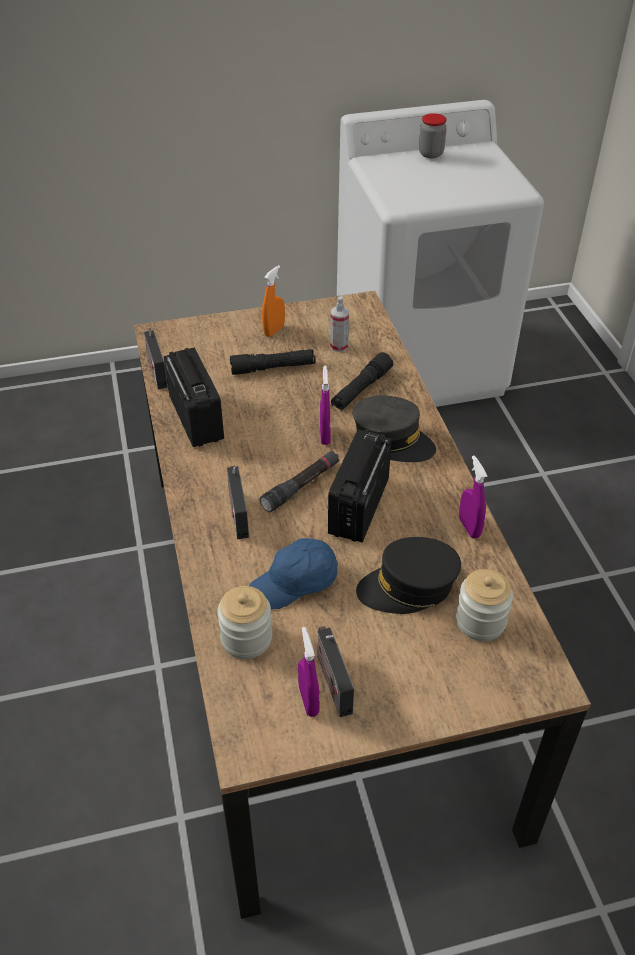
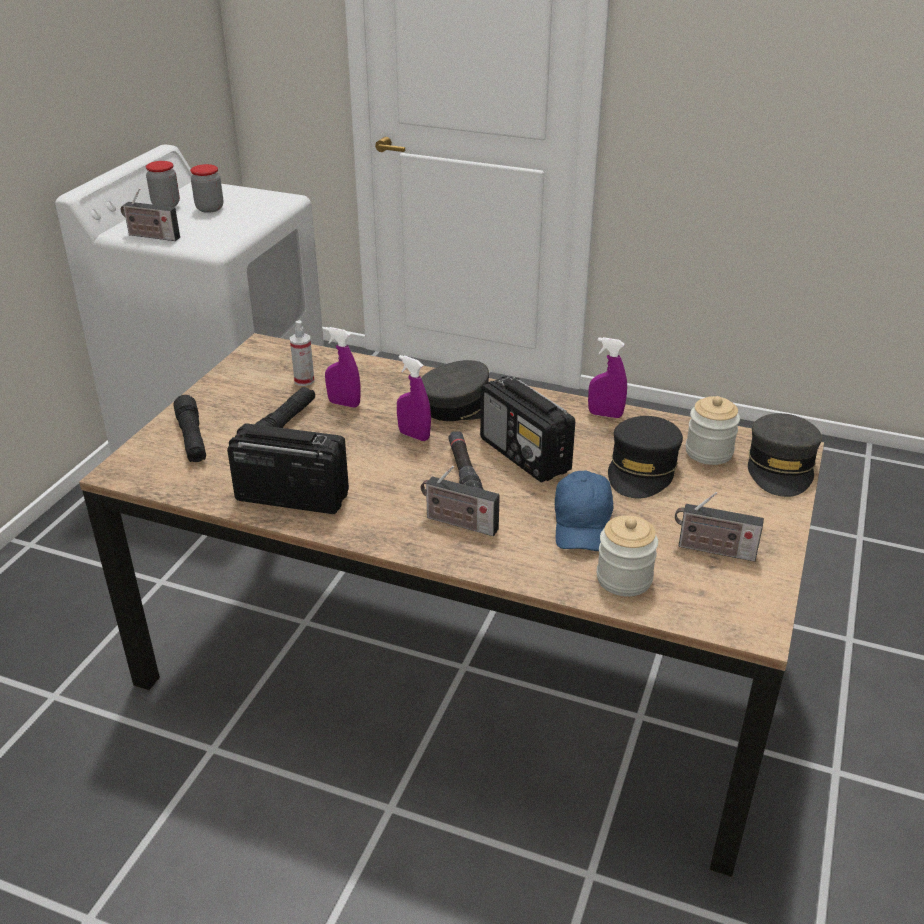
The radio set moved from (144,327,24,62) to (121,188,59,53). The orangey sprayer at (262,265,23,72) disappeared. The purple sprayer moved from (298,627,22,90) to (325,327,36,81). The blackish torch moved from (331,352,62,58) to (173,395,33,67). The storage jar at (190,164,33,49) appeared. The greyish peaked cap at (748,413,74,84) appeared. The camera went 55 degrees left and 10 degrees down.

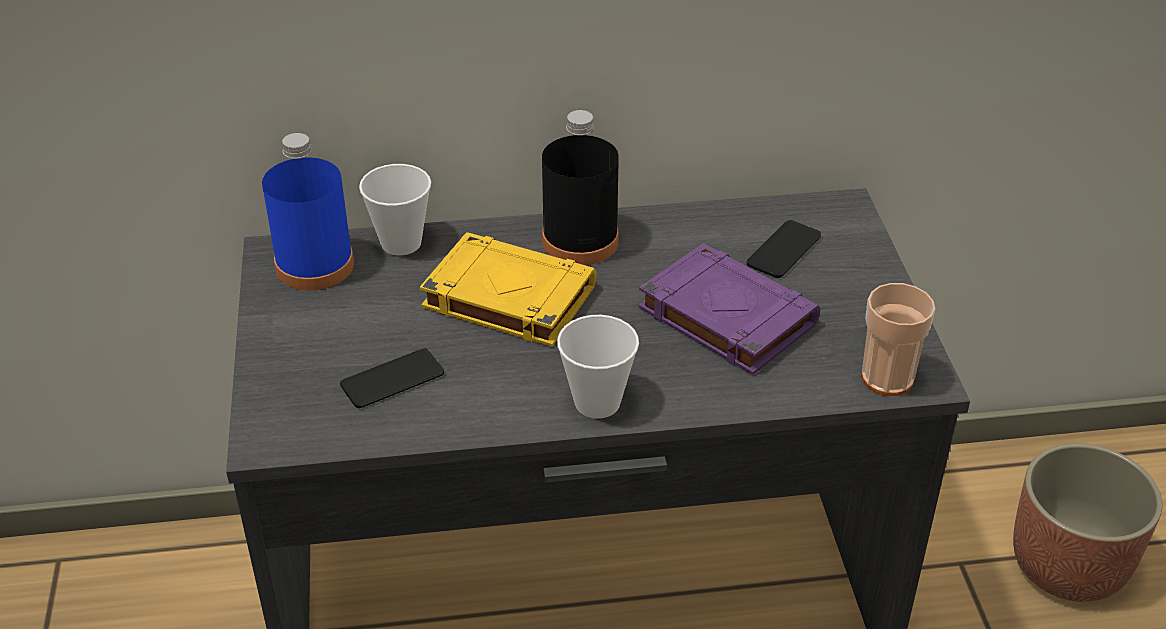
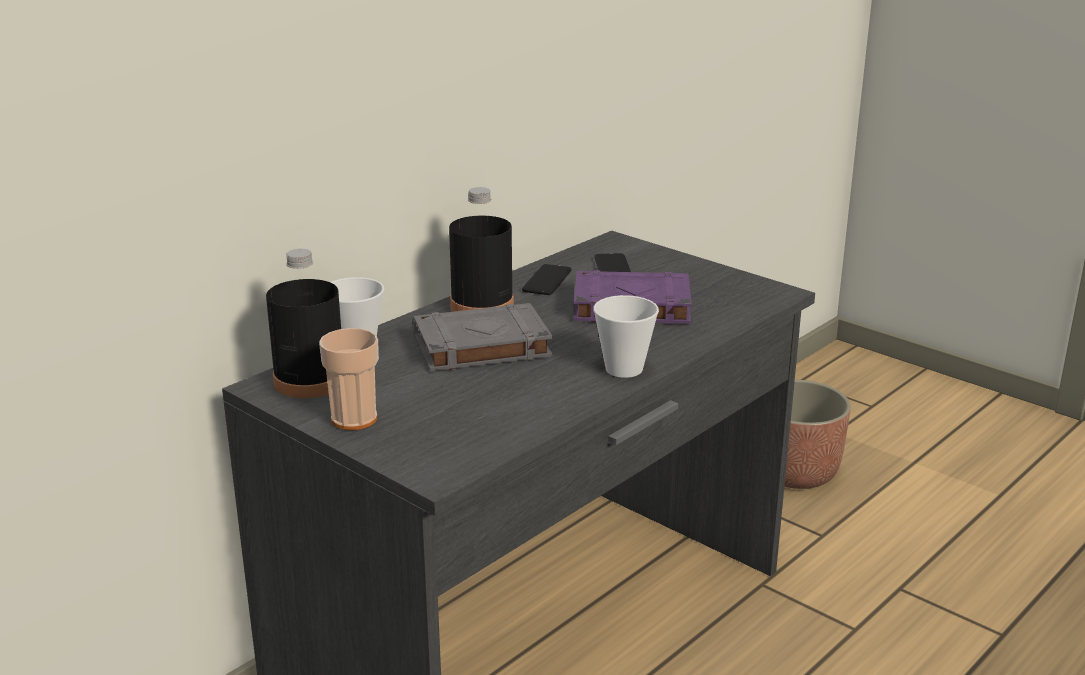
The bluish beverage bottle at (262,133,92,157) became the blackish beverage bottle at (266,249,75,149). The handset moved from (340,348,104,60) to (522,264,49,31). The yellow book at (420,232,177,115) became the greyish book at (413,303,140,68). The small cup moved from (861,283,75,113) to (319,328,60,102). The camera went 40 degrees left and 15 degrees down.

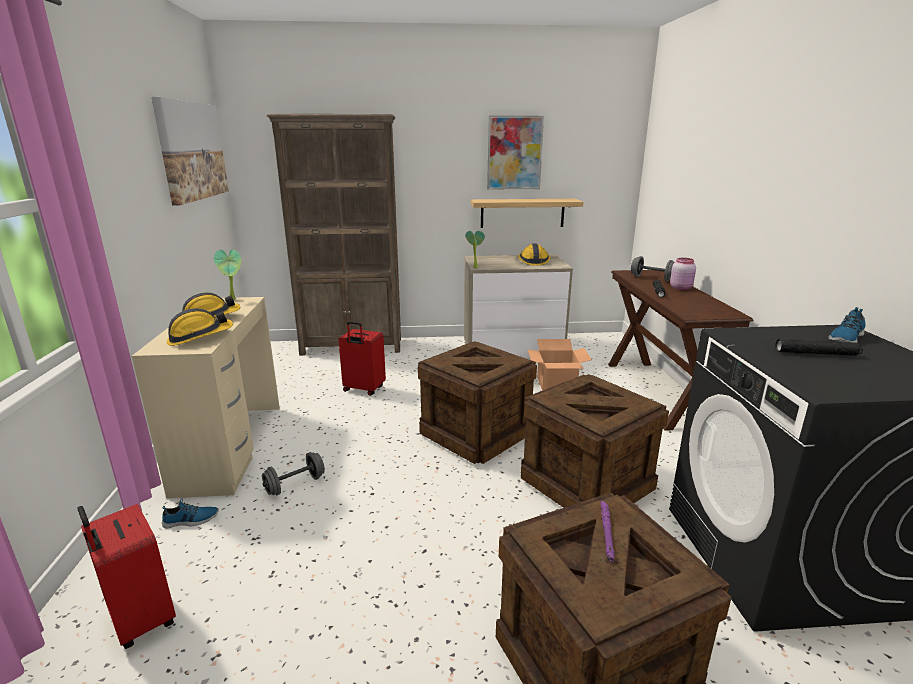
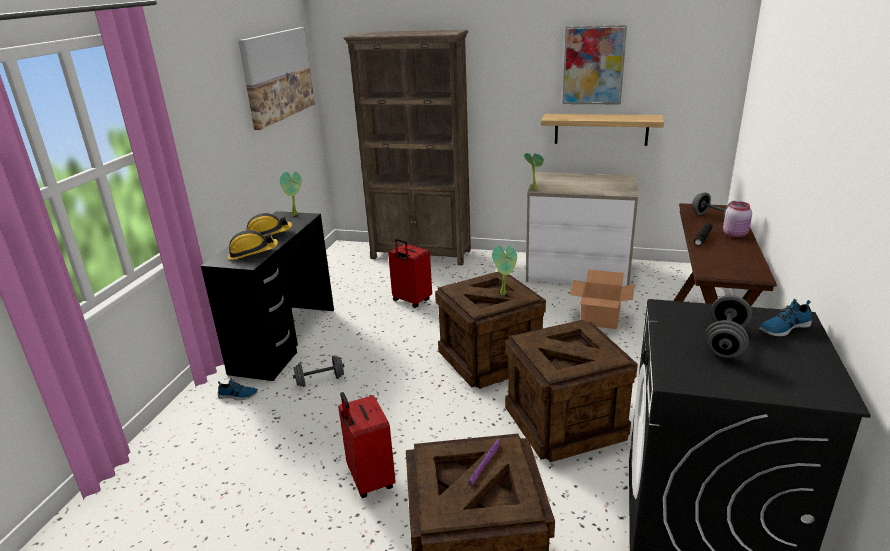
The red-coloured suitcase moved from (78,504,98,145) to (338,392,58,106). The beige-coloured desk at (132,297,148,201) became the blackish desk at (201,211,133,170). The work helmet at (518,243,32,23) disappeared. The blackish torch at (775,339,88,17) was replaced by the greyish dumbbell at (705,295,47,63). The potted plant at (492,245,25,50) appeared. The camera went 20 degrees right and 5 degrees up.

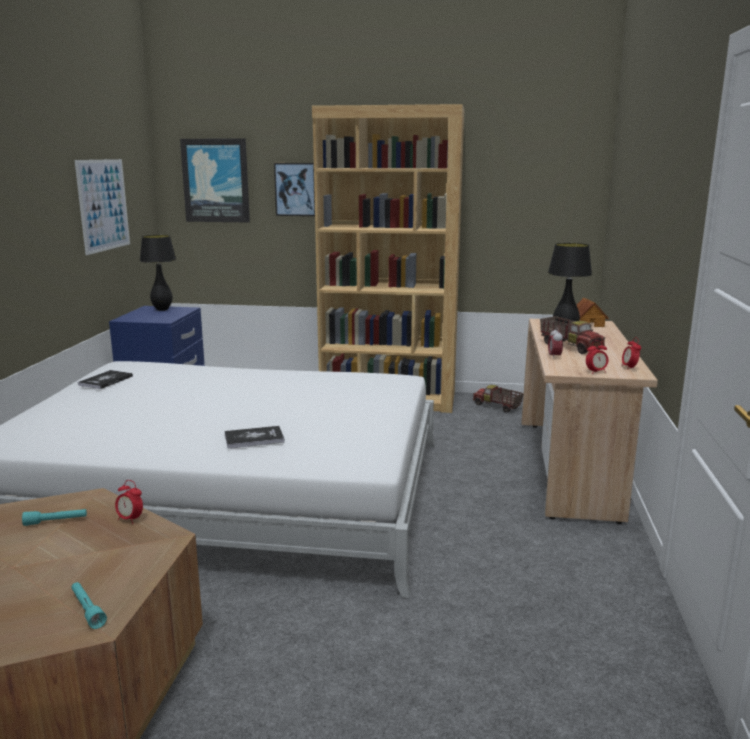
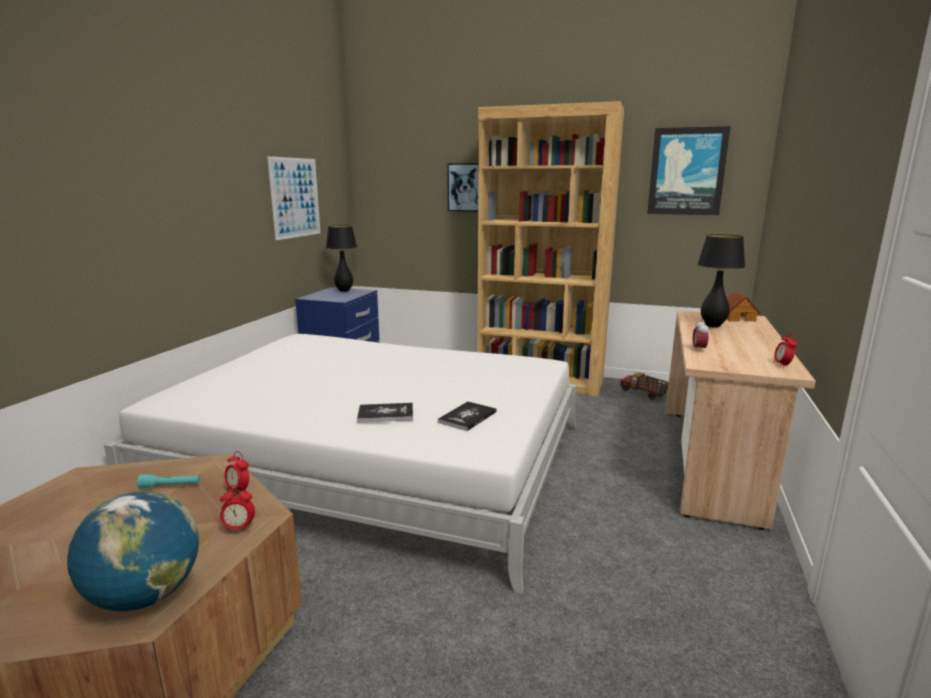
The blue-green torch at (71,582,36,47) was replaced by the globe at (67,491,132,120). The book moved from (78,370,55,19) to (438,401,59,30). The wall picture moved from (180,139,70,83) to (647,126,84,89). The toy lorry at (540,316,65,38) disappeared. The bedside clock moved from (586,340,22,34) to (220,485,35,49). The camera went 10 degrees right and 0 degrees up.

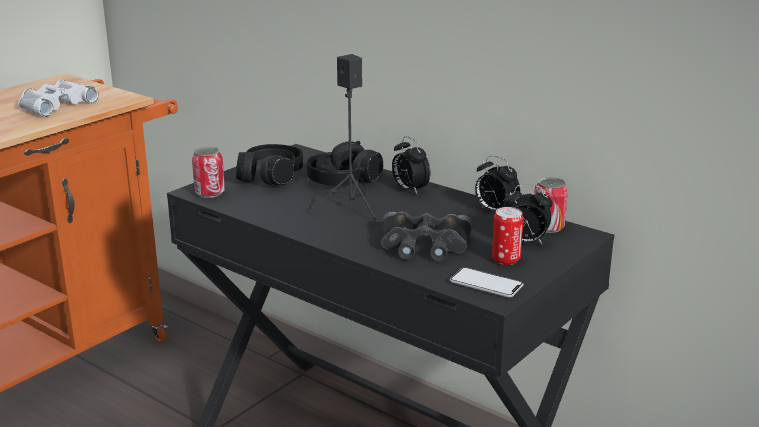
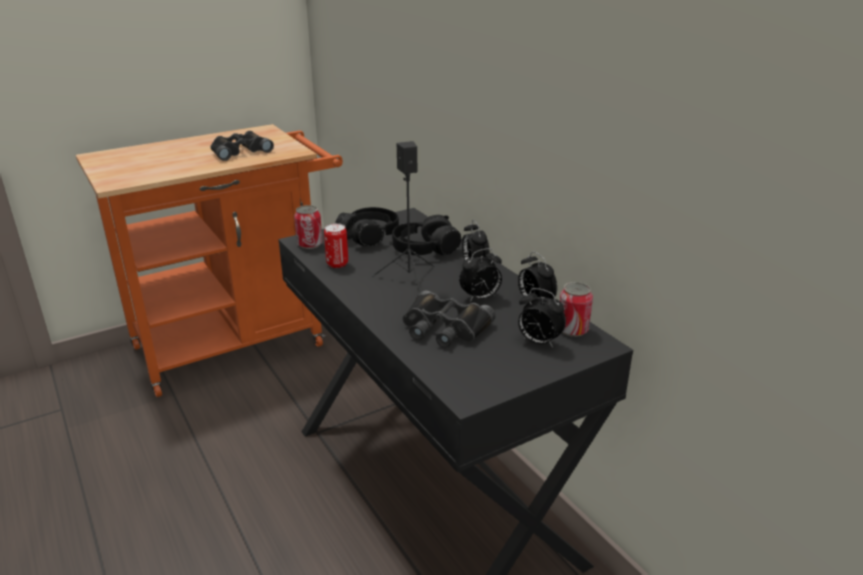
The white field glasses at (18,80,80,37) became the blackish field glasses at (210,131,64,30). The handset at (450,267,74,30) disappeared. The metal can moved from (492,207,31,58) to (324,223,24,45). The bedside clock at (459,248,43,54) appeared. The camera went 20 degrees right and 5 degrees up.

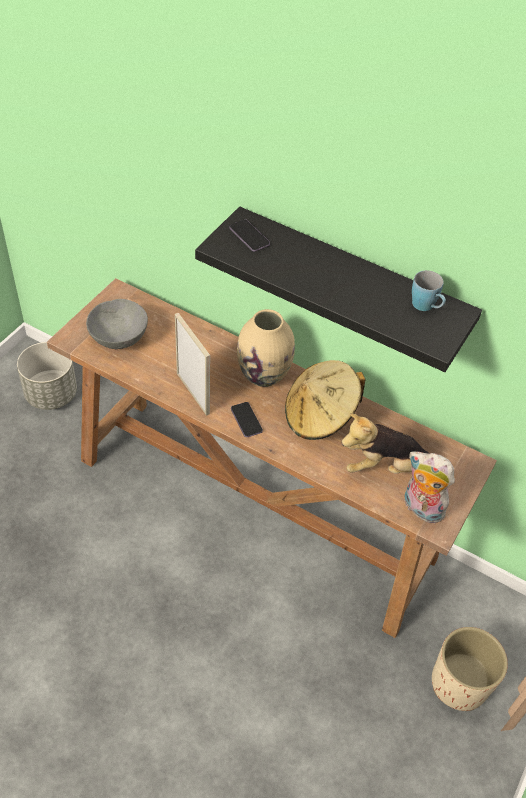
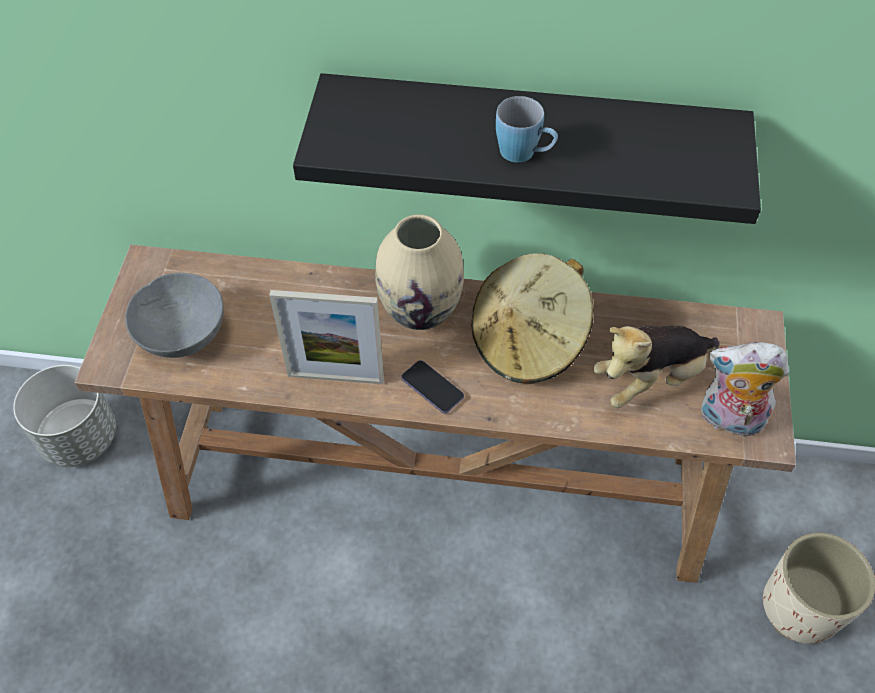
The picture frame at (175,313,35,103) turned 150 degrees clockwise. The handset at (230,219,40,33) disappeared. The bluish tea mug moved from (412,270,34,41) to (496,96,62,67). The camera went 20 degrees left and 5 degrees up.

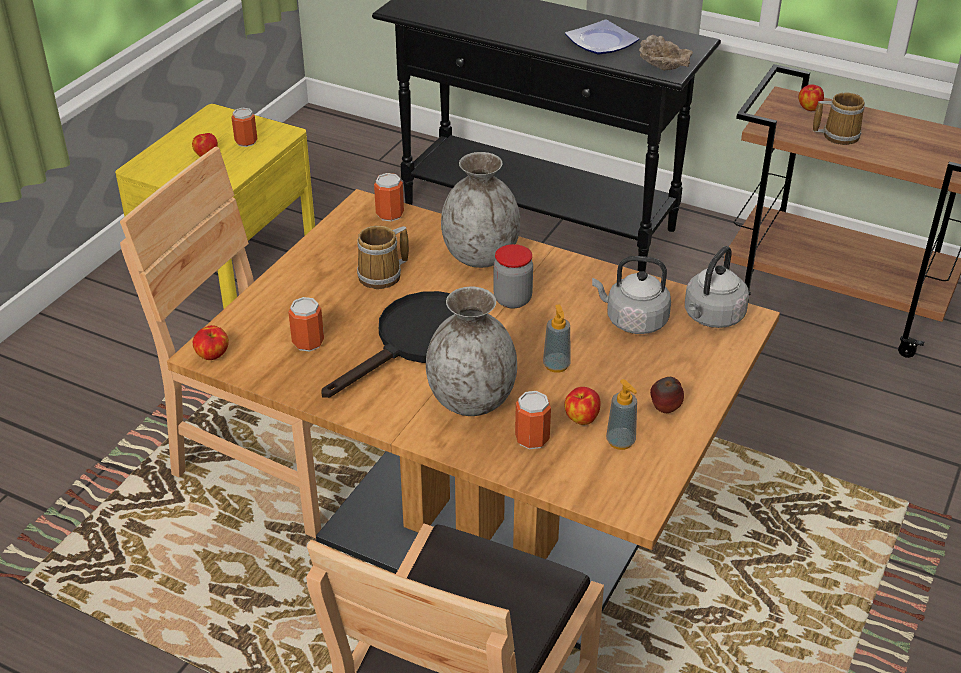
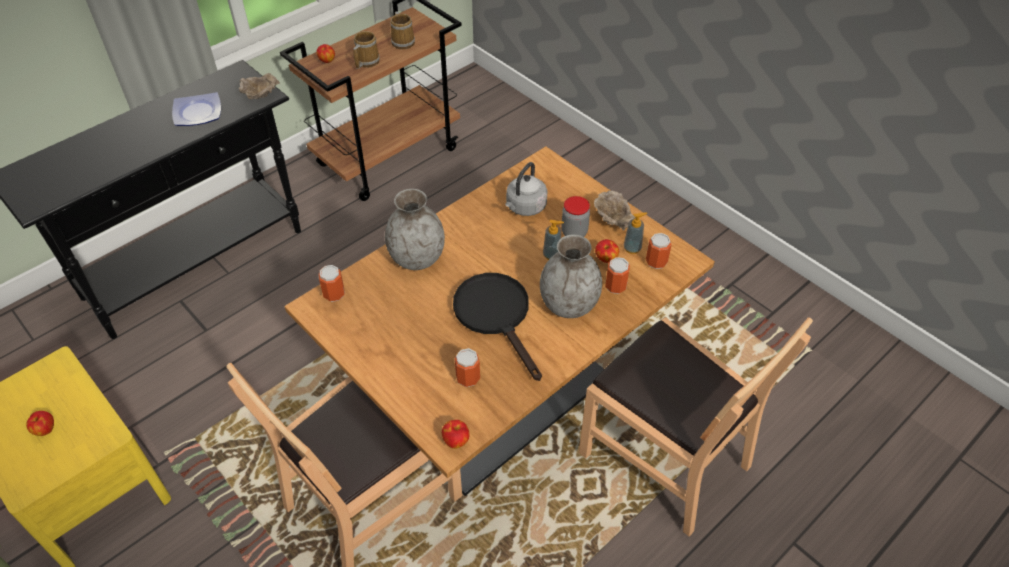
The metal can moved from (231,108,26,39) to (646,233,26,36). The tea mug moved from (357,225,52,64) to (390,11,25,39). The storage jar moved from (493,244,40,65) to (561,196,29,41). The whole apple at (650,377,34,36) was replaced by the beige-coloured bowl at (594,191,41,40). The greyish water kettle at (685,246,64,82) disappeared. The camera went 70 degrees left and 10 degrees up.

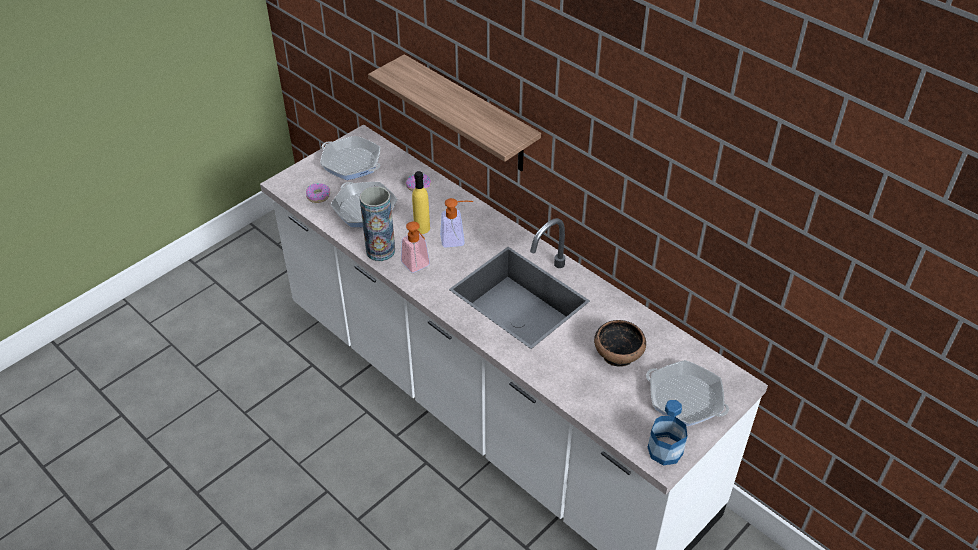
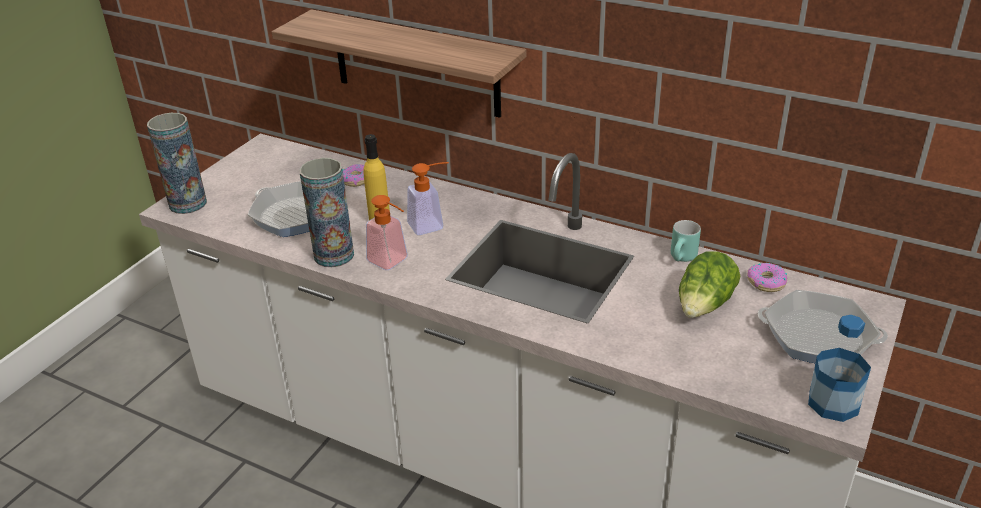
The donut moved from (306,183,24,20) to (747,263,40,29). The frying pan at (320,136,60,44) disappeared. The bowl at (594,320,52,47) was replaced by the lettuce at (679,251,61,67). The flower vase at (147,113,60,101) appeared. The blue-green tea mug at (671,220,30,42) appeared. The camera went 15 degrees left and 10 degrees down.

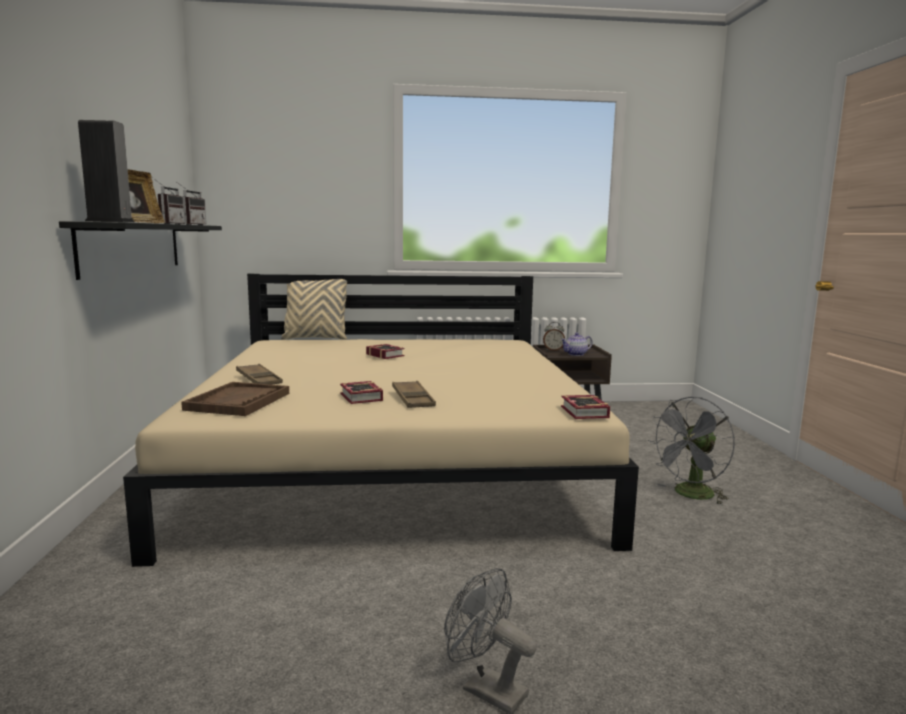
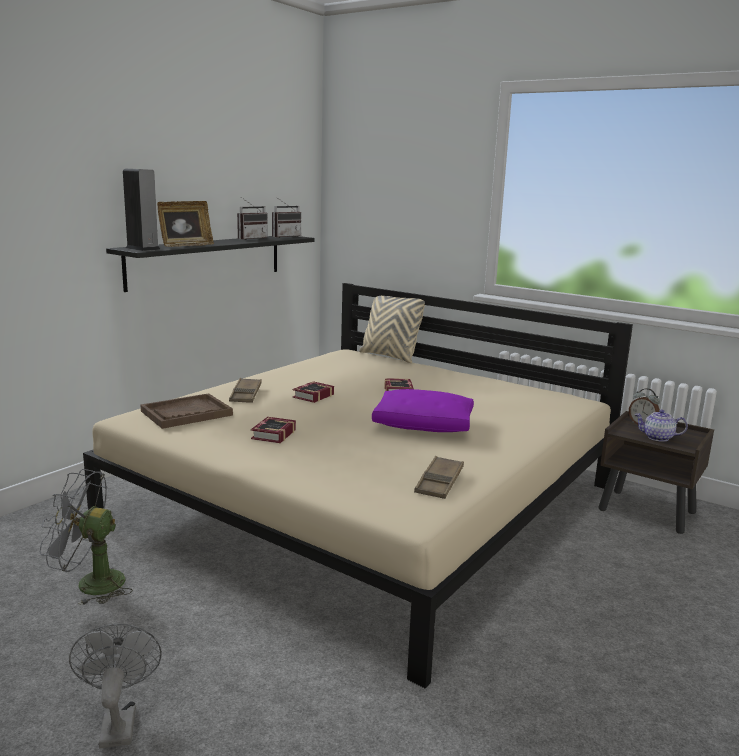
The brown-coloured carrying tray moved from (392,381,44,27) to (414,456,50,43). The book moved from (561,395,49,24) to (292,381,42,22). The greyish fan moved from (648,396,87,109) to (40,469,93,136). The purple cushion at (372,389,102,43) appeared. The camera went 40 degrees right and 5 degrees up.

